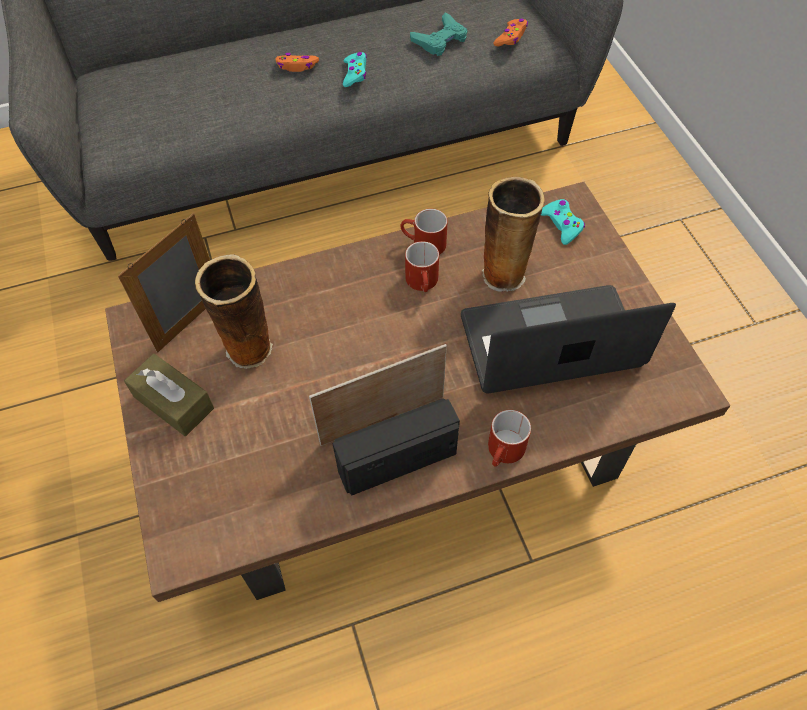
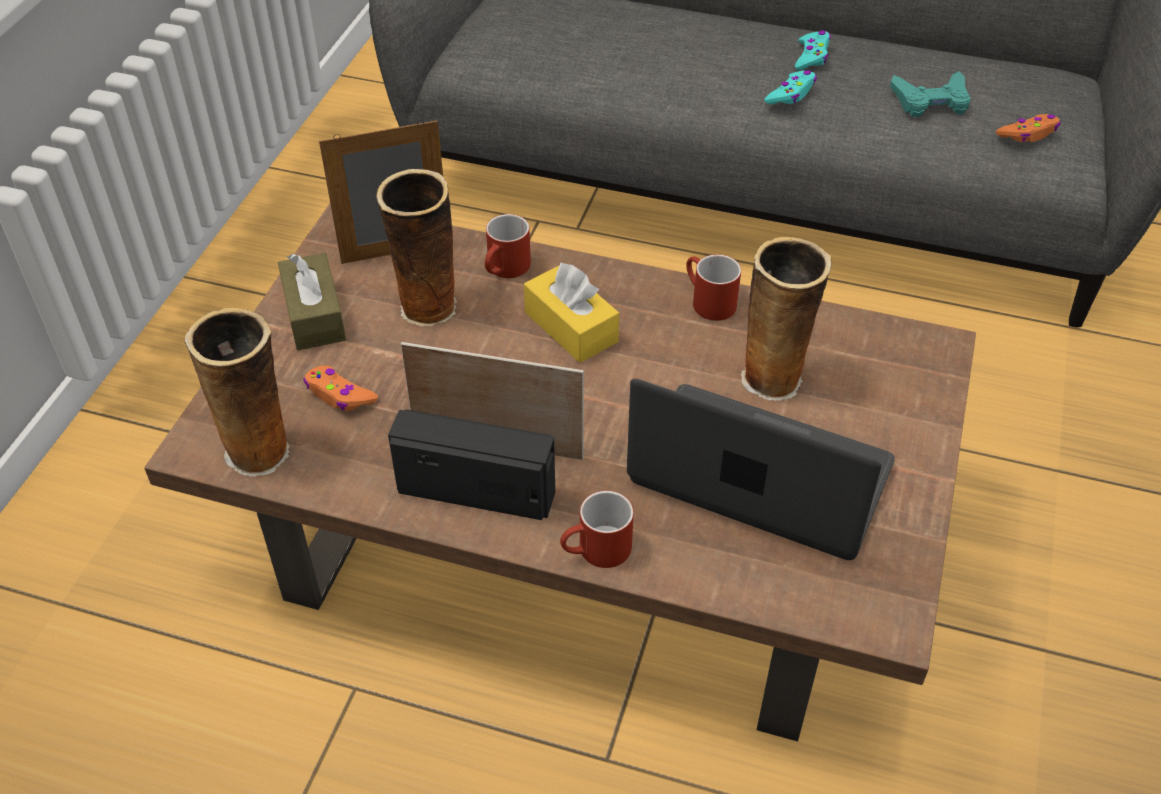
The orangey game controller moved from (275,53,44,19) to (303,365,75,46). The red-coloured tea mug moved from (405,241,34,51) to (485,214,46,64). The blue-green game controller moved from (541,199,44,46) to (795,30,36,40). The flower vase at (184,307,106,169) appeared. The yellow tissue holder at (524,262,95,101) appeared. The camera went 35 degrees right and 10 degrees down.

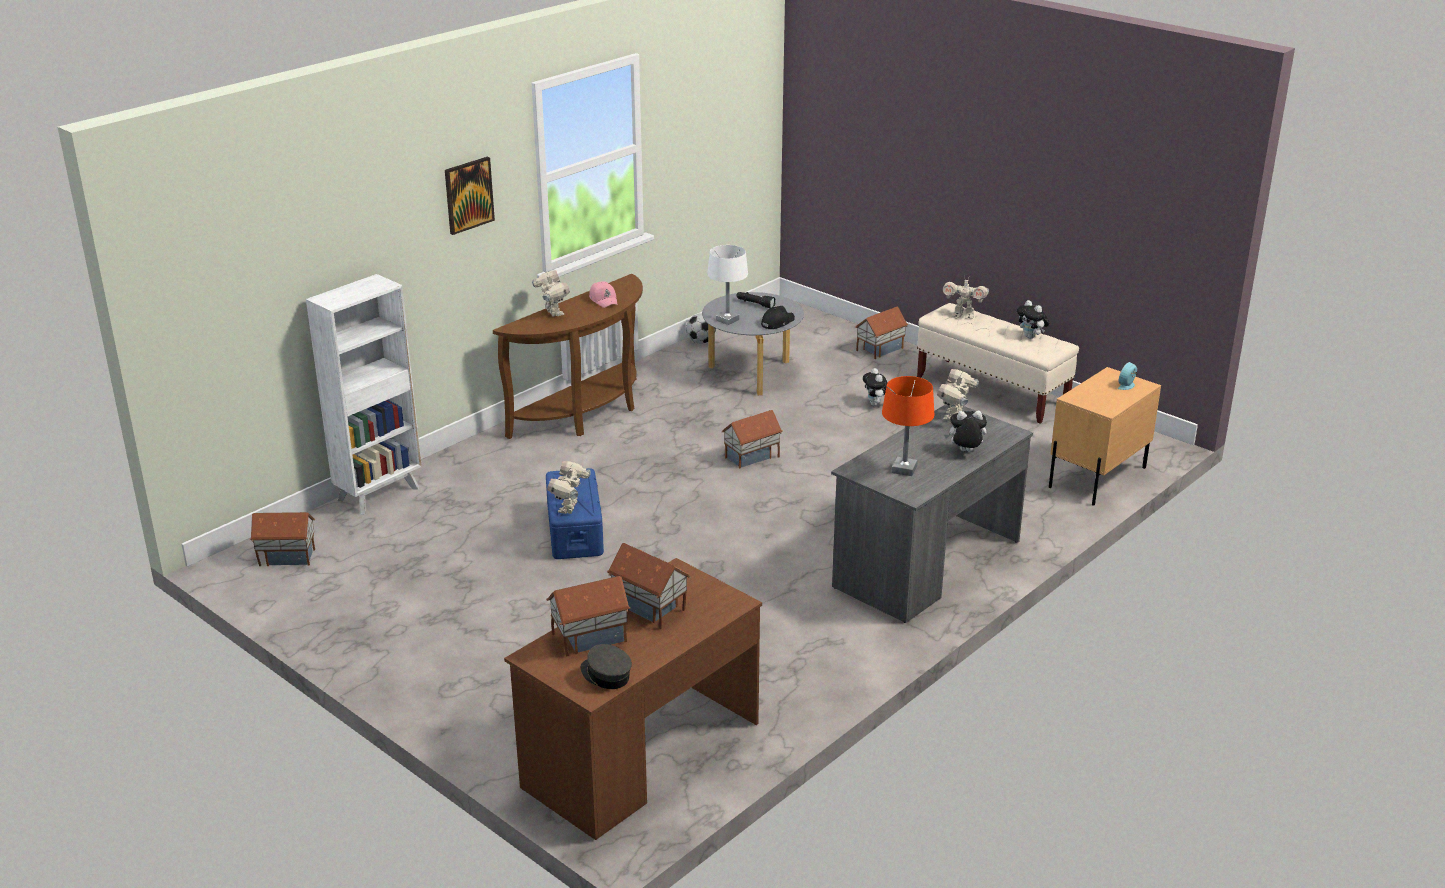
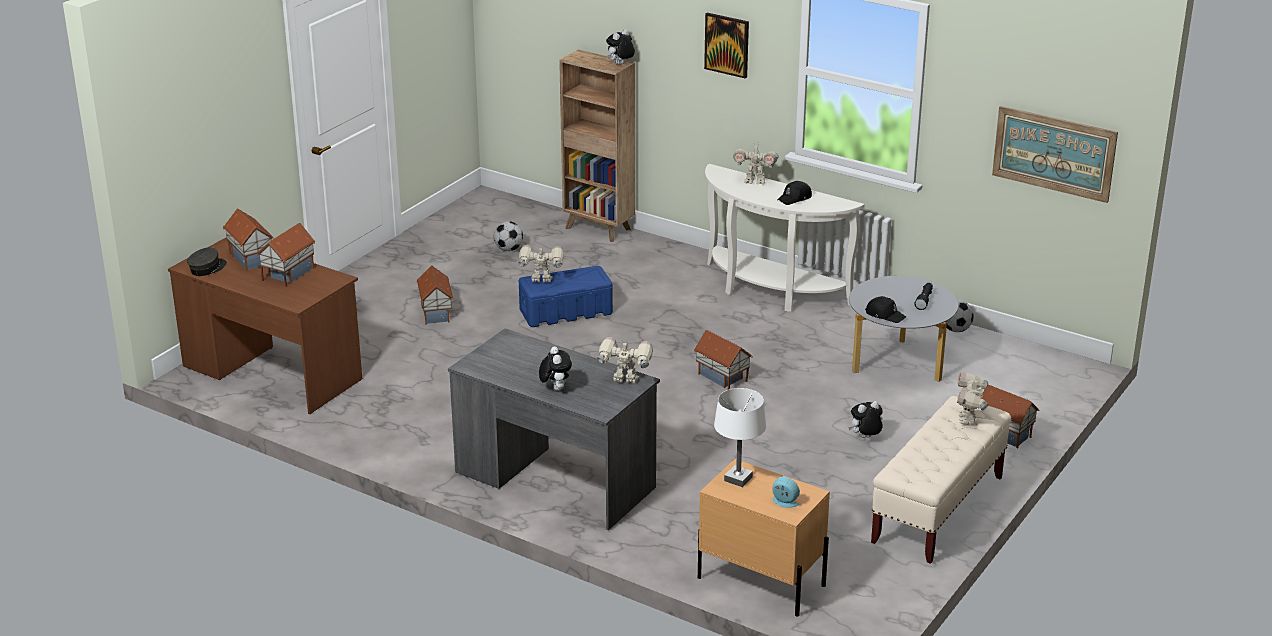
The model house moved from (249,512,66,54) to (416,265,38,60). The white bookshelf at (306,274,116,241) became the brown-coloured bookshelf at (559,49,76,193). The brown-coloured console table at (493,274,150,165) became the white console table at (705,164,160,148). The toy robot at (532,270,38,47) turned 45 degrees clockwise. The pinkish peaked cap at (589,281,29,27) became the blackish peaked cap at (777,181,35,24). The white lamp for a table moved from (707,245,41,80) to (714,388,52,99). The orangey lamp for a table at (882,376,52,100) disappeared. The soft toy moved from (1017,300,33,39) to (606,29,29,36). The ball for football at (494,221,29,30) appeared. The wall picture at (992,106,126,97) appeared. The camera went 80 degrees right and 0 degrees up.

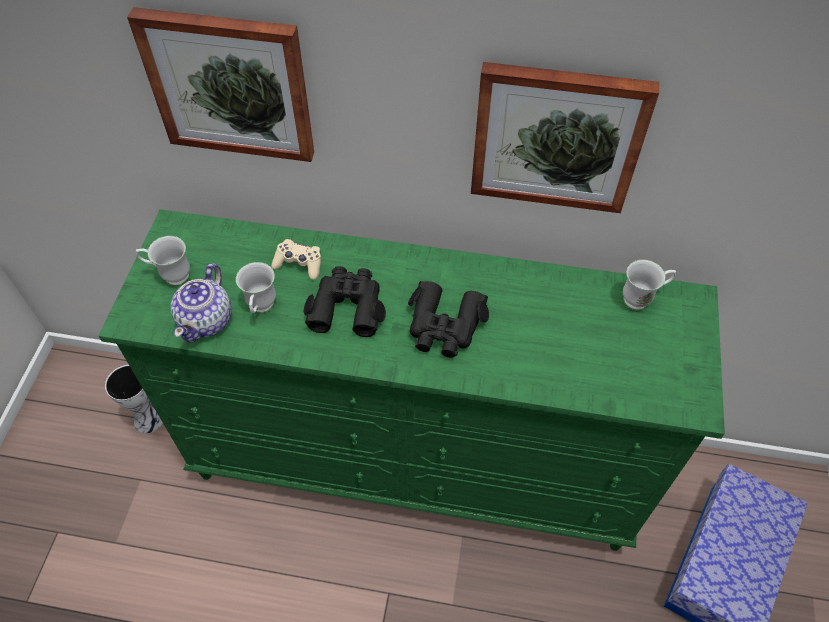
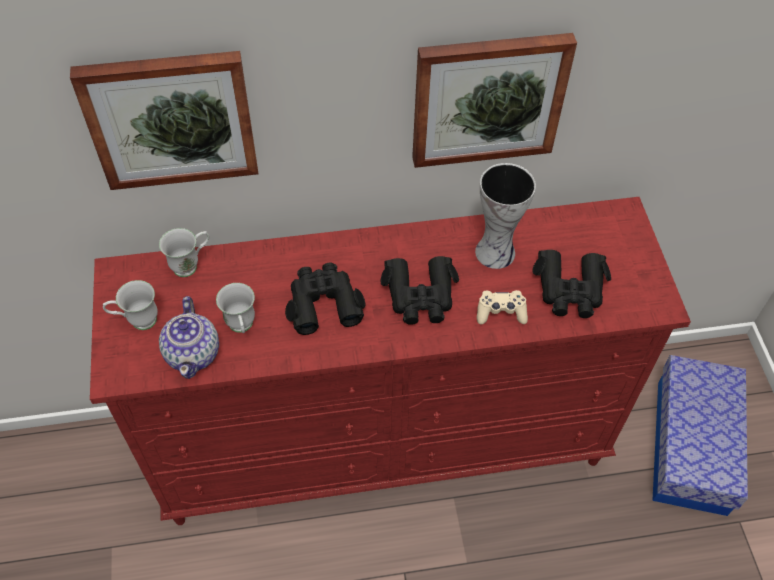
The green-coloured dresser at (98,209,627,342) became the red-coloured dresser at (90,197,601,328). The flower vase moved from (105,365,58,68) to (475,163,61,106). The beige-coloured game controller moved from (271,239,50,41) to (477,290,51,34). The white tea mug moved from (623,260,53,51) to (159,228,50,49). The blackish field glasses at (533,250,78,68) appeared. The camera went 20 degrees left and 0 degrees up.

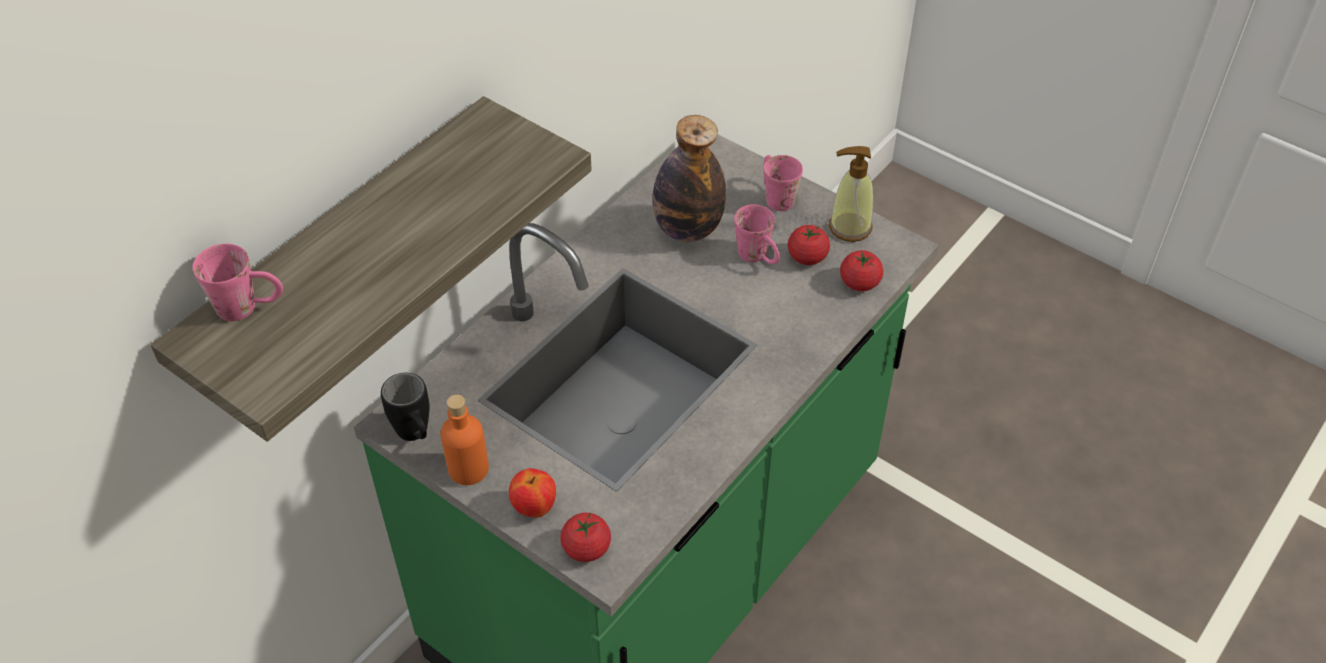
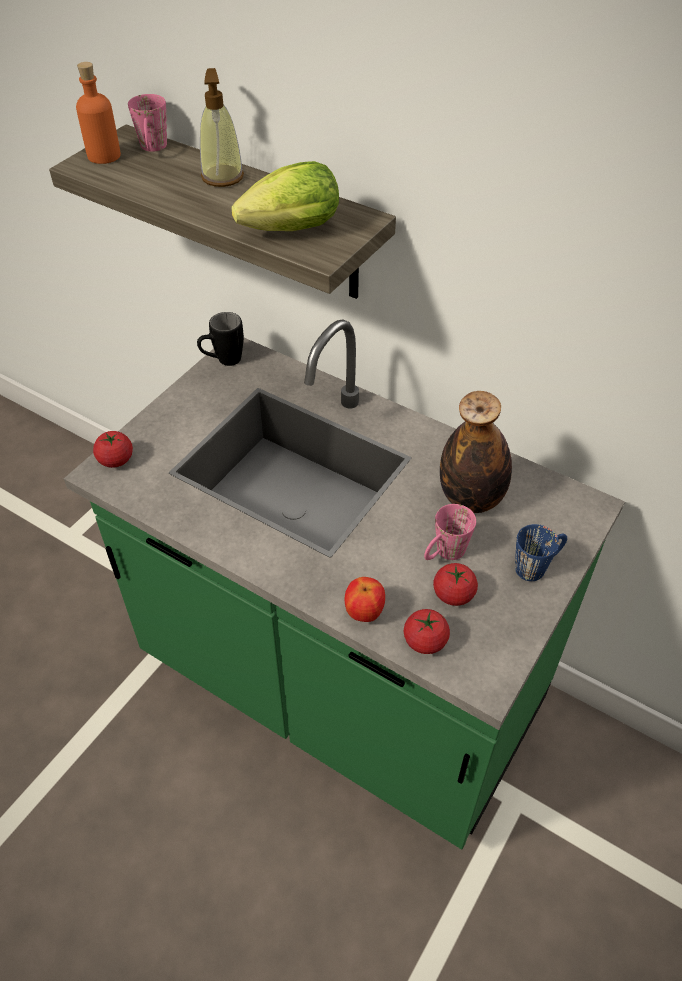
The orangey beverage bottle moved from (441,394,48,91) to (76,62,45,102). The whole apple moved from (509,468,47,50) to (345,577,40,45). The pinkish tea mug at (764,155,39,56) became the bluish tea mug at (515,524,52,57). The soap dispenser moved from (829,146,44,96) to (200,68,44,119). The lettuce at (231,161,108,70) appeared. The camera went 85 degrees right and 0 degrees up.

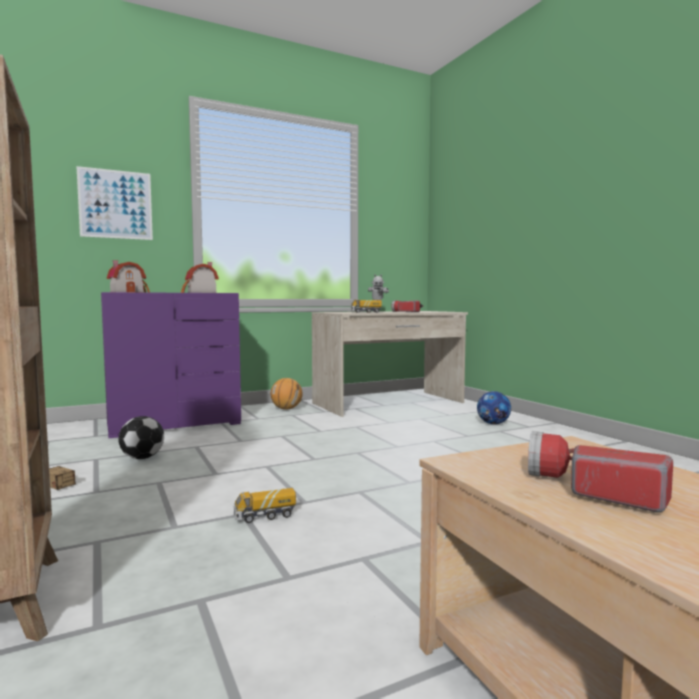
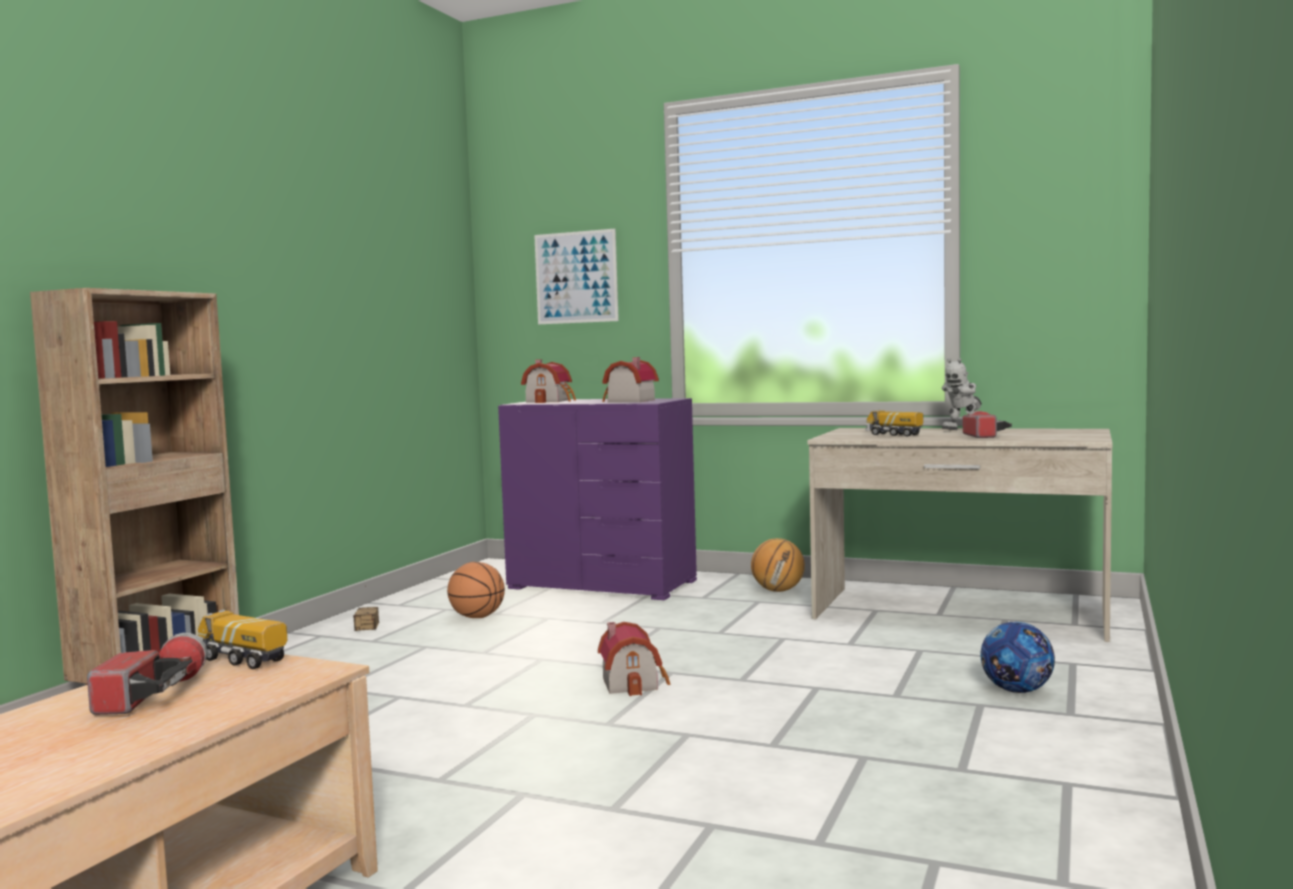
The ball for football at (119,416,45,43) was replaced by the basketball at (447,562,58,56). The toy lorry moved from (234,488,62,35) to (198,610,89,59). The model house at (598,622,72,74) appeared. The camera went 50 degrees right and 0 degrees up.

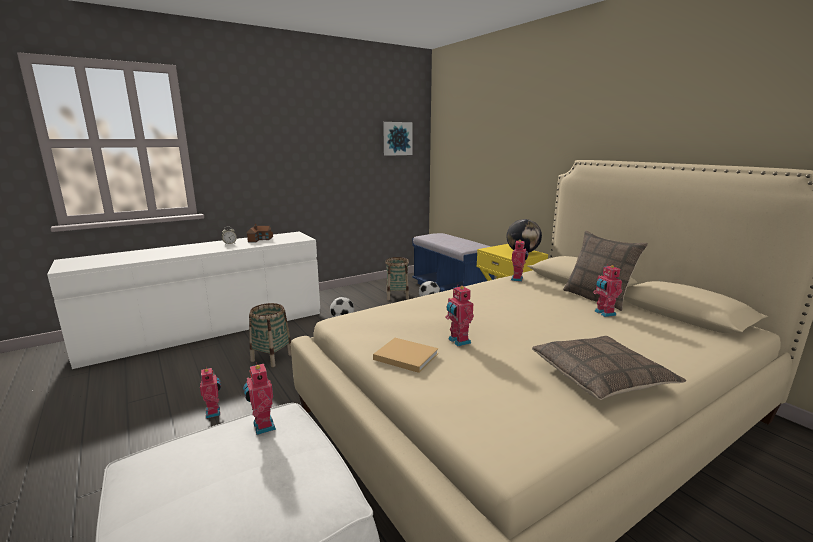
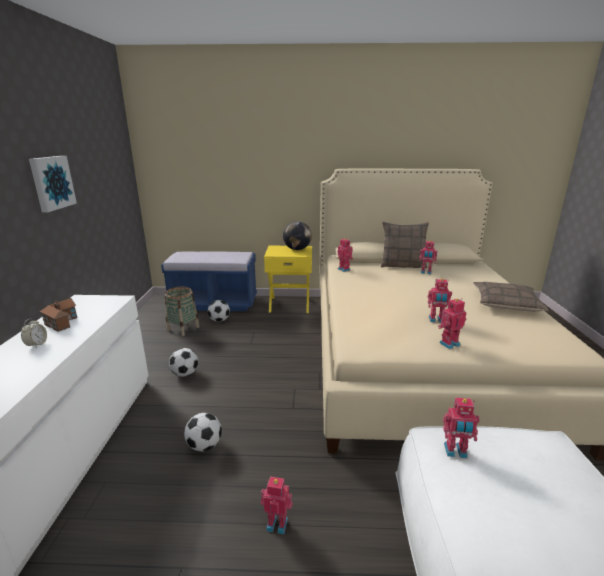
The household basket at (249,303,42,64) was replaced by the ball for football at (184,413,38,39). The beige-coloured book at (373,338,65,35) was replaced by the toy robot at (438,298,29,51). The wall picture moved from (383,122,30,34) to (29,156,48,56). The camera went 55 degrees left and 5 degrees up.

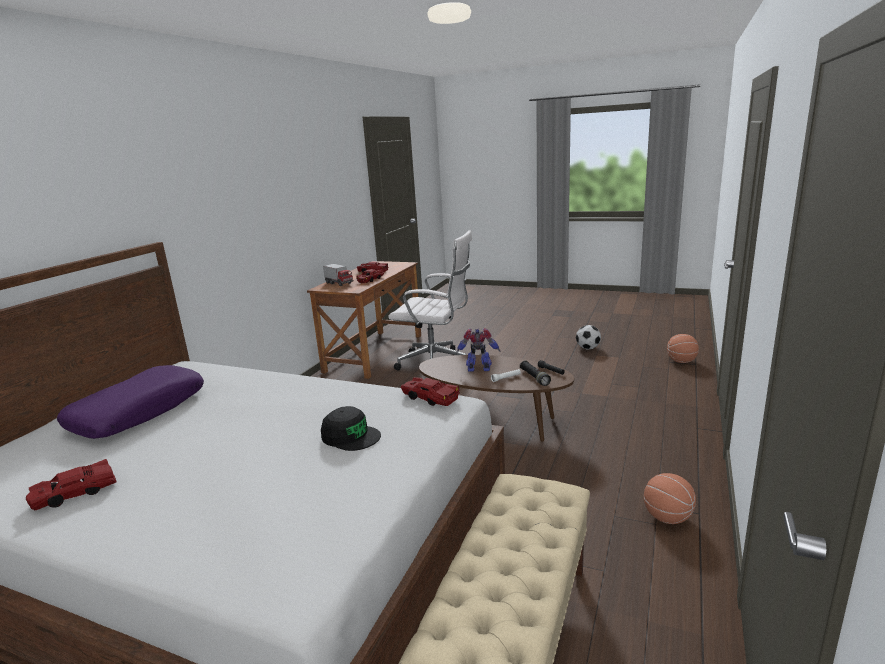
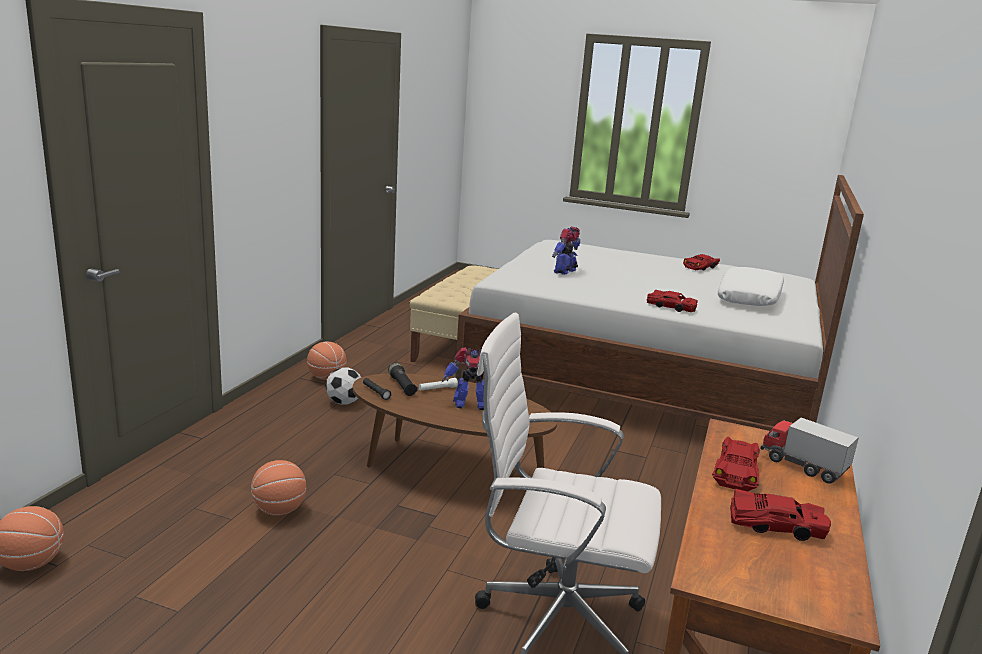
The purple cushion at (57,365,147,74) became the white cushion at (718,267,66,39). The blackish peaked cap at (321,406,60,45) was replaced by the toy robot at (552,227,28,48). The red-coloured miniature car moved from (401,377,59,29) to (646,290,52,22). The ball for football moved from (576,325,25,25) to (325,368,36,37). The basketball at (251,460,55,56) appeared. The camera went 175 degrees right and 0 degrees up.

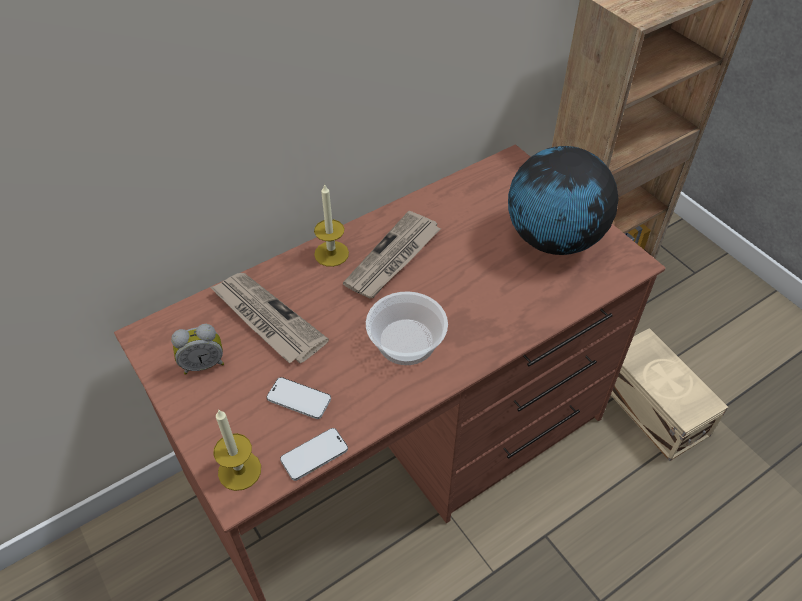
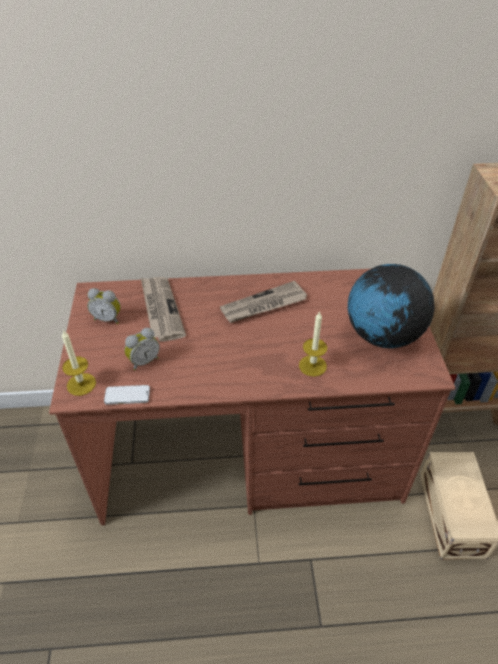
The handset at (267,377,64,42) was replaced by the bedside clock at (124,328,36,43). The wax light moved from (314,183,35,84) to (299,311,28,66). The bowl at (366,291,82,74) disappeared. The camera went 30 degrees right and 5 degrees down.

